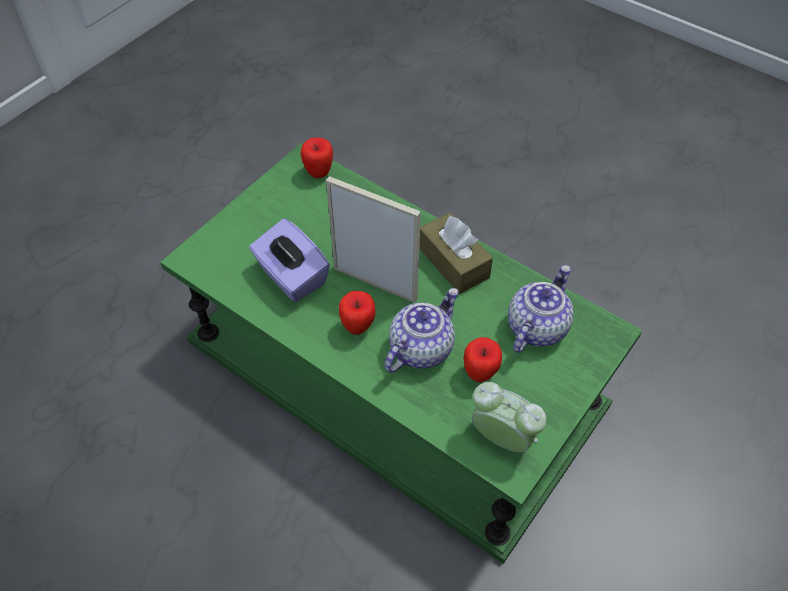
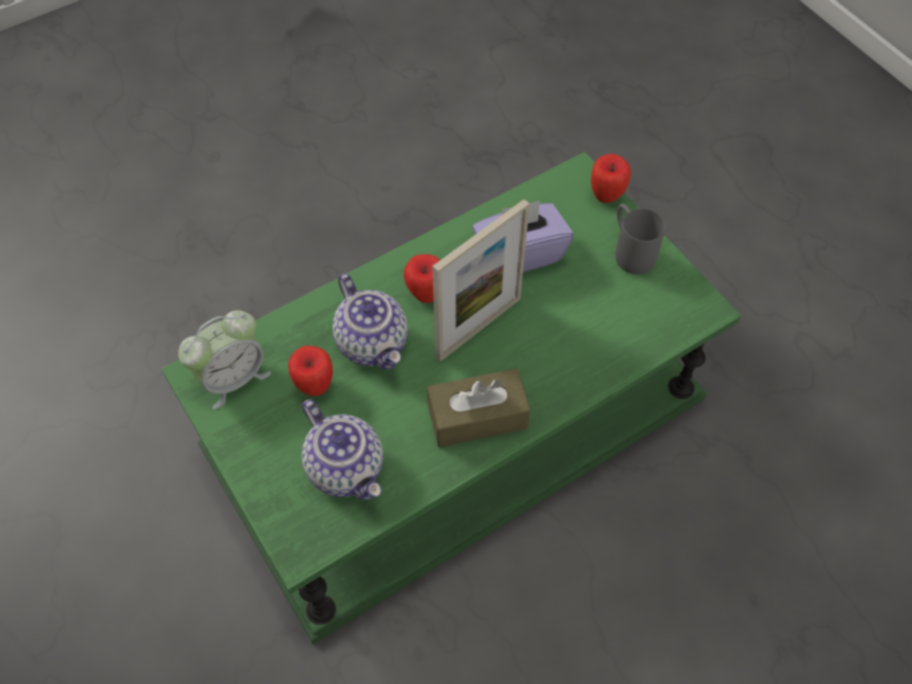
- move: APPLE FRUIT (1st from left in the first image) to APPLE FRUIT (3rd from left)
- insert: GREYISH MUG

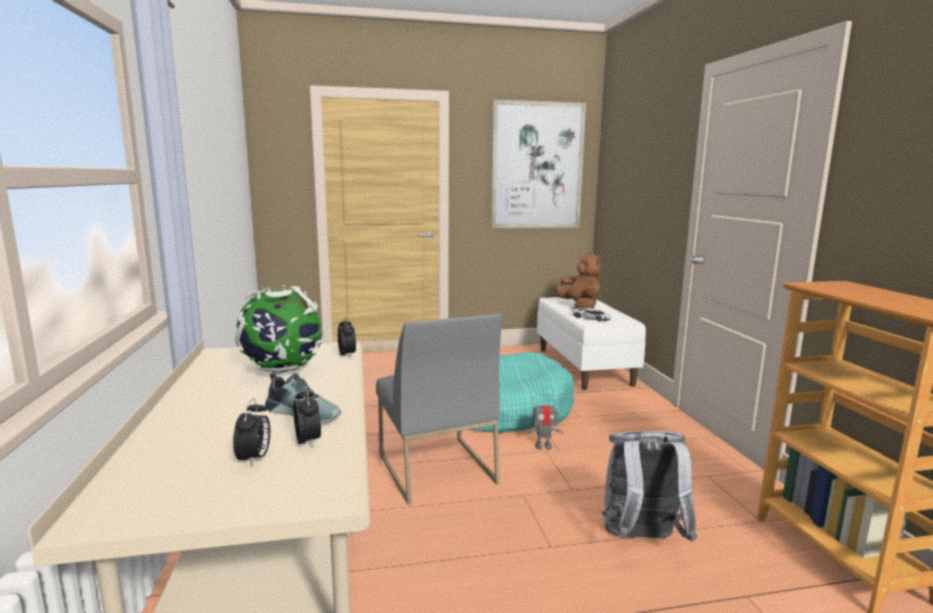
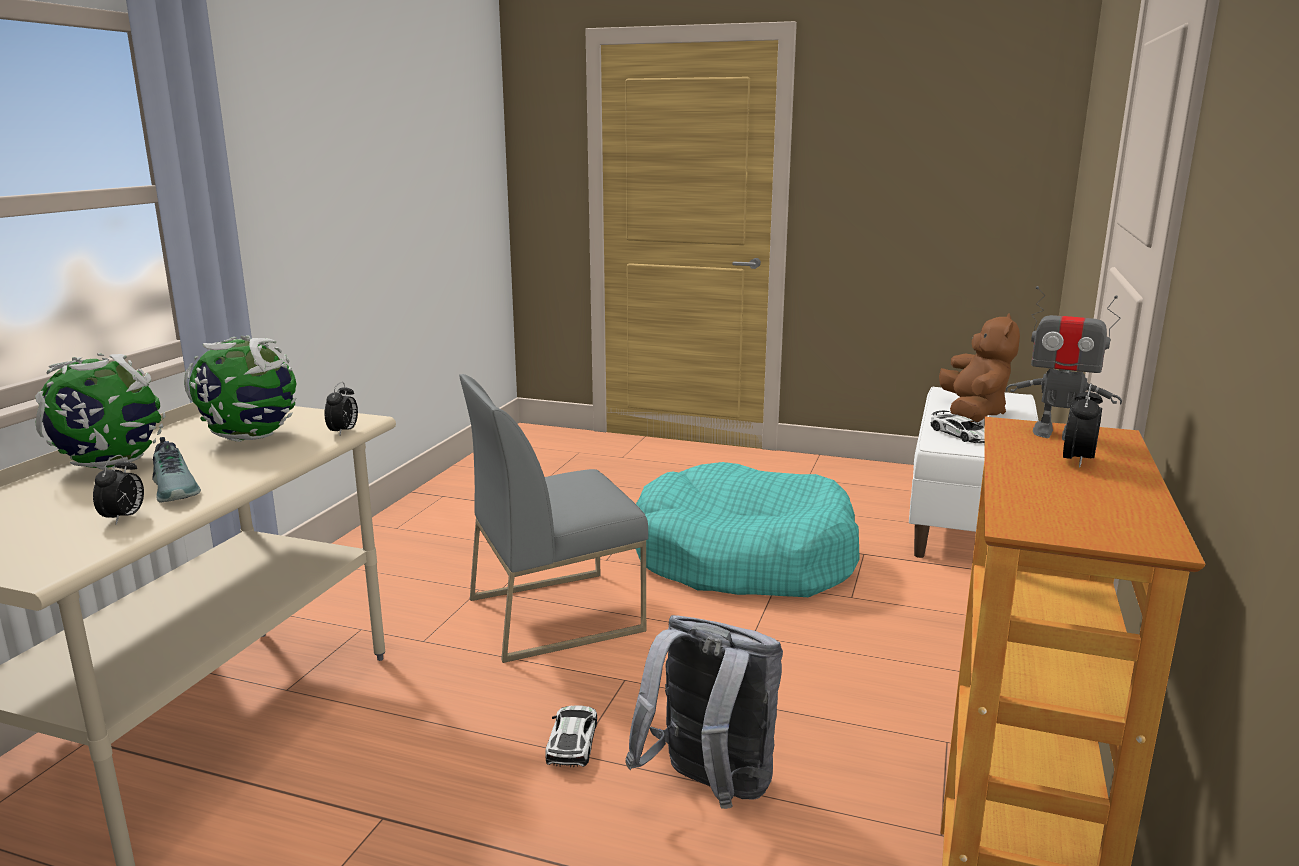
- move: ALARM CLOCK (1st from left in the first image) to ALARM CLOCK (3rd from left)
- rotate: GREYISH UPRIGHT CHAIR 60 degrees clockwise
- delete: PICTURE
- move: TOY ROBOT
- insert: DESK GLOBE (1st from left)
- insert: MODEL CAR (1st from left)

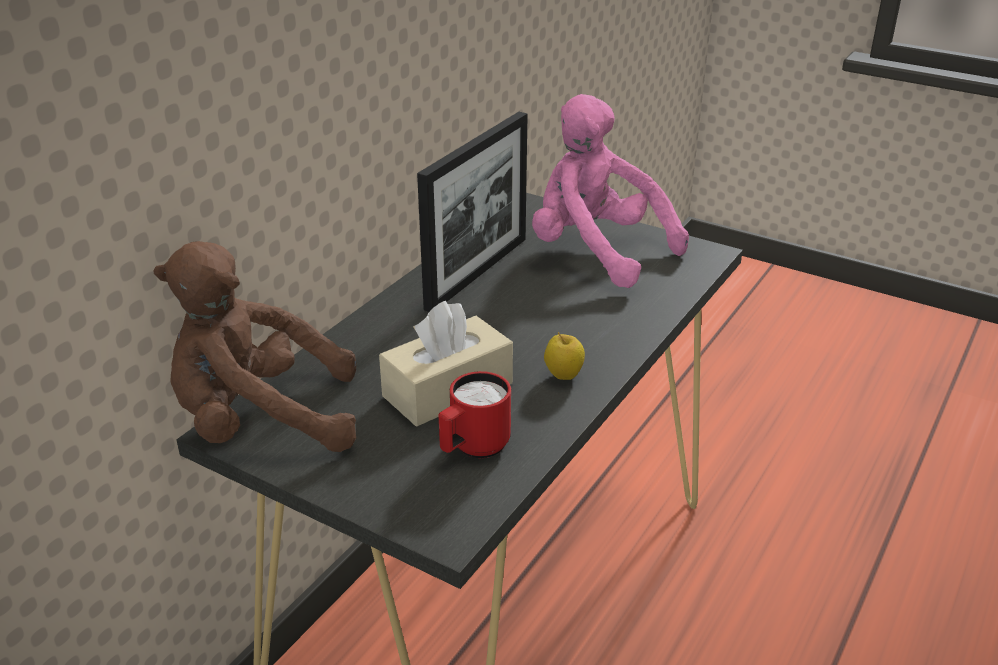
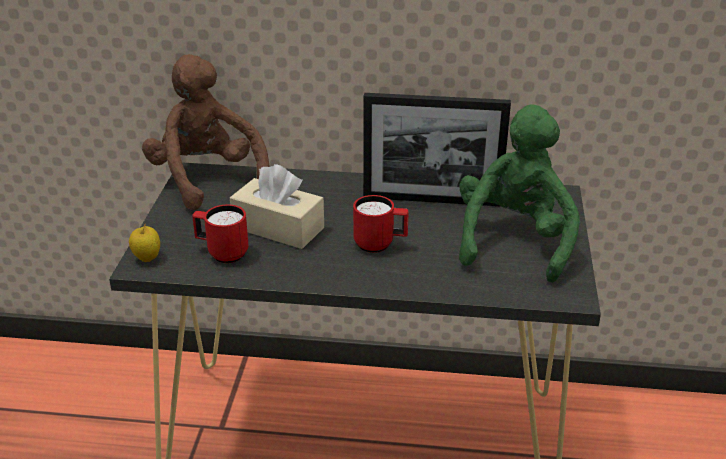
- recolor: PINK CUDDLY TOY to GREENISH CUDDLY TOY
- move: APPLE FRUIT
- insert: RED-COLOURED MUG (2nd from left)

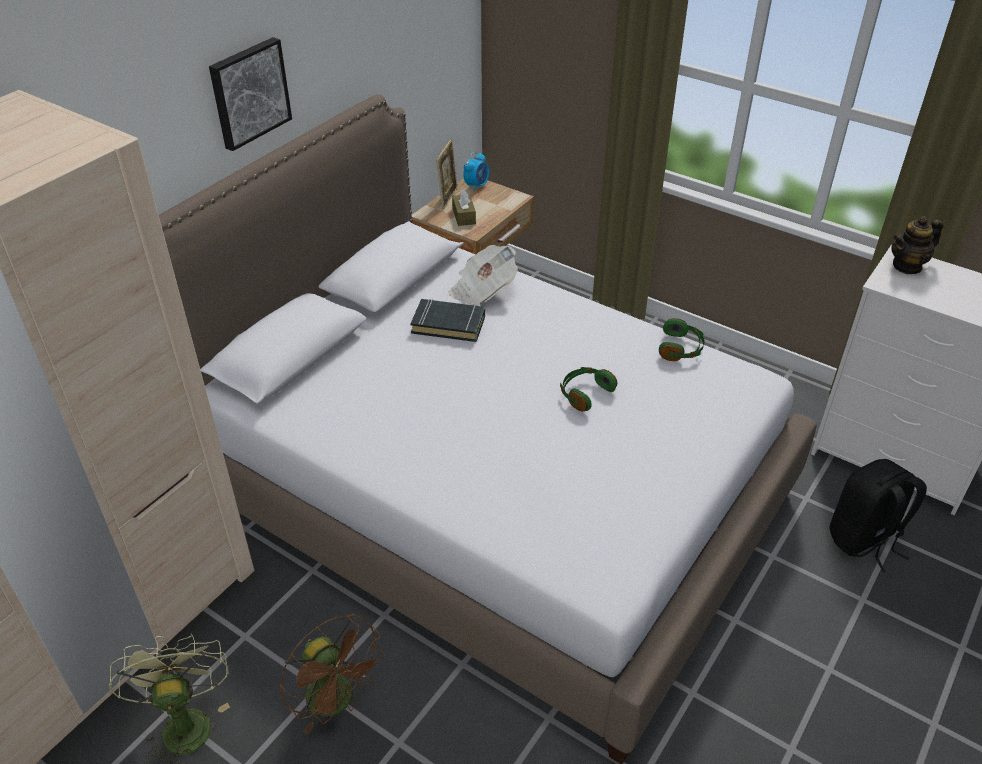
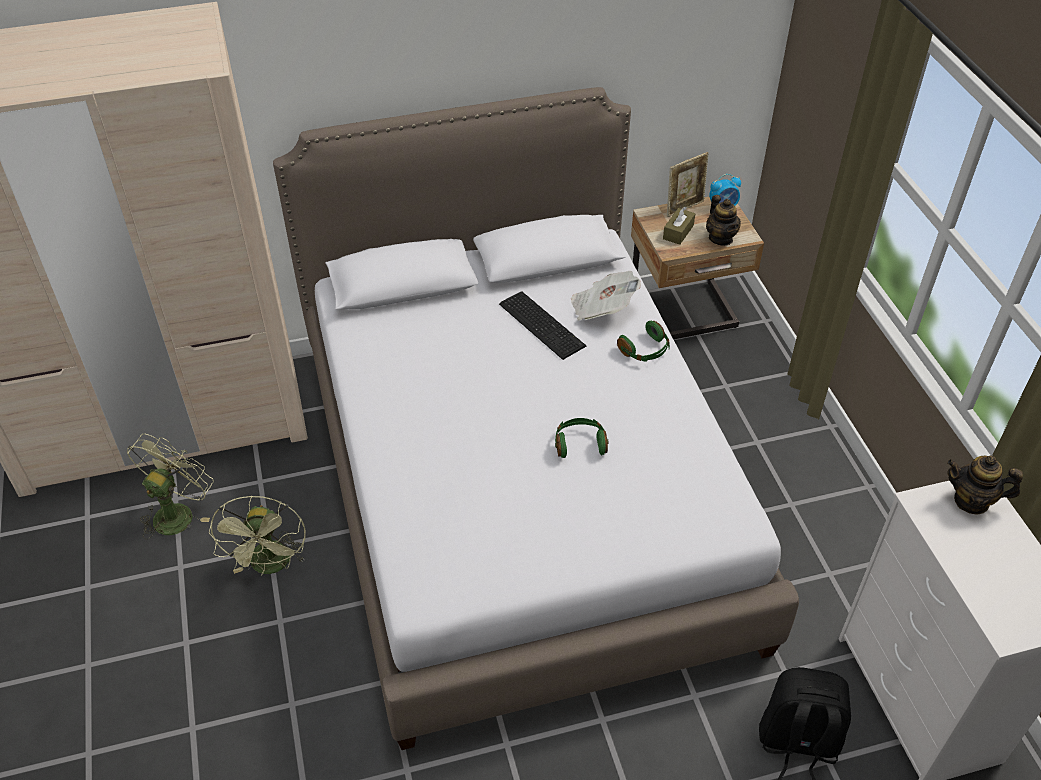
- delete: PICTURE
- recolor: BROWNISH COOLING FAN to GREENISH COOLING FAN (2nd from left)
- replace: BLACKISH VOLUME to COMPUTER KEYBOARD
- move: GREENISH HEADSET (2nd from left)
- insert: TEA POT (1st from left)

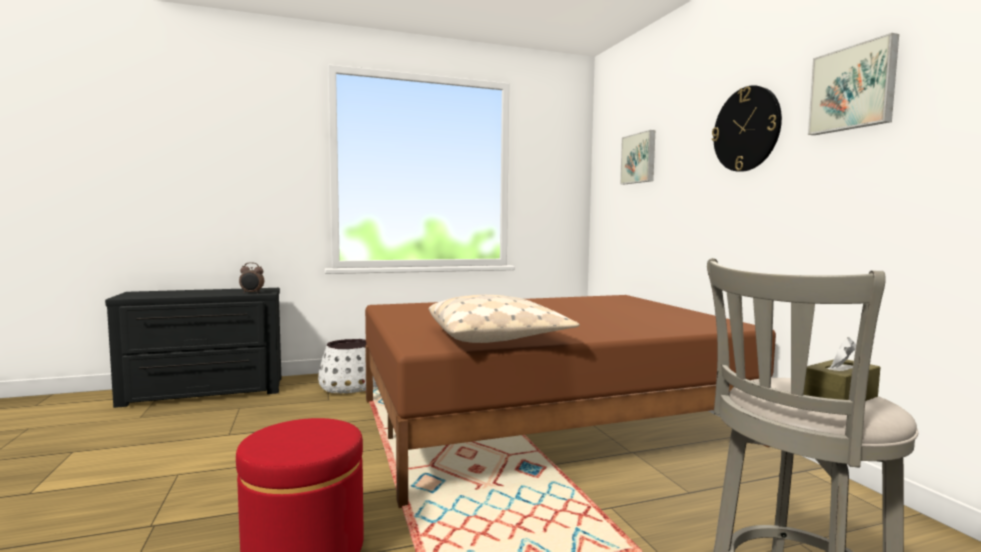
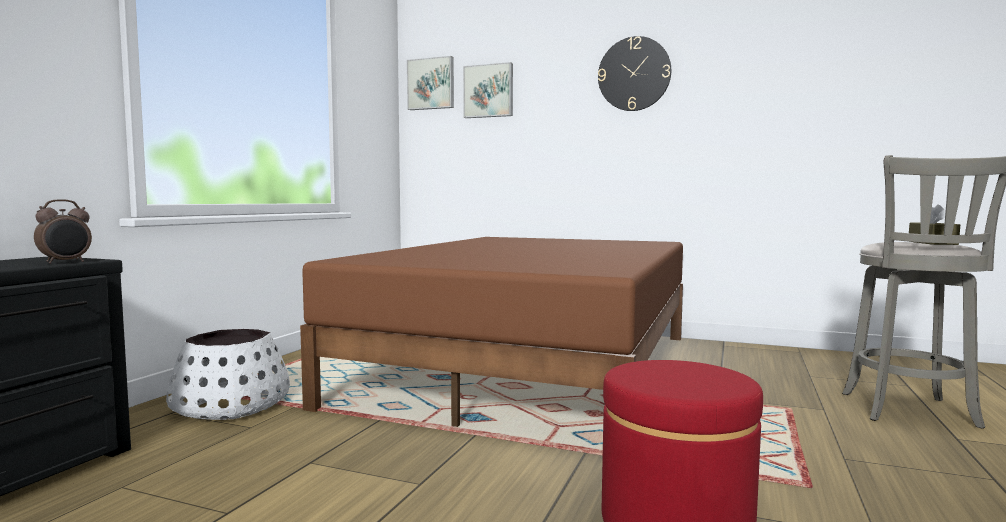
- delete: BEIGE CUSHION
- move: PICTURE (2nd from left in the first image) to PICTURE (1st from left)

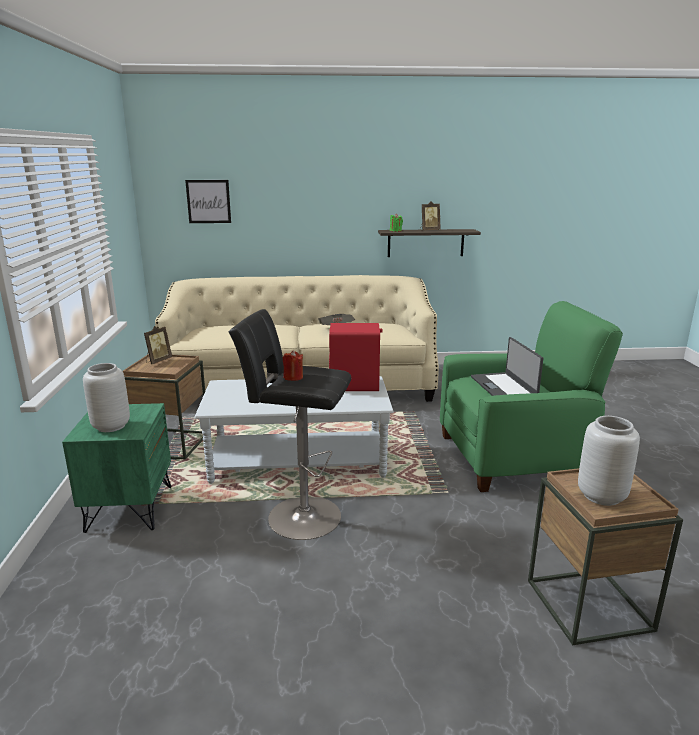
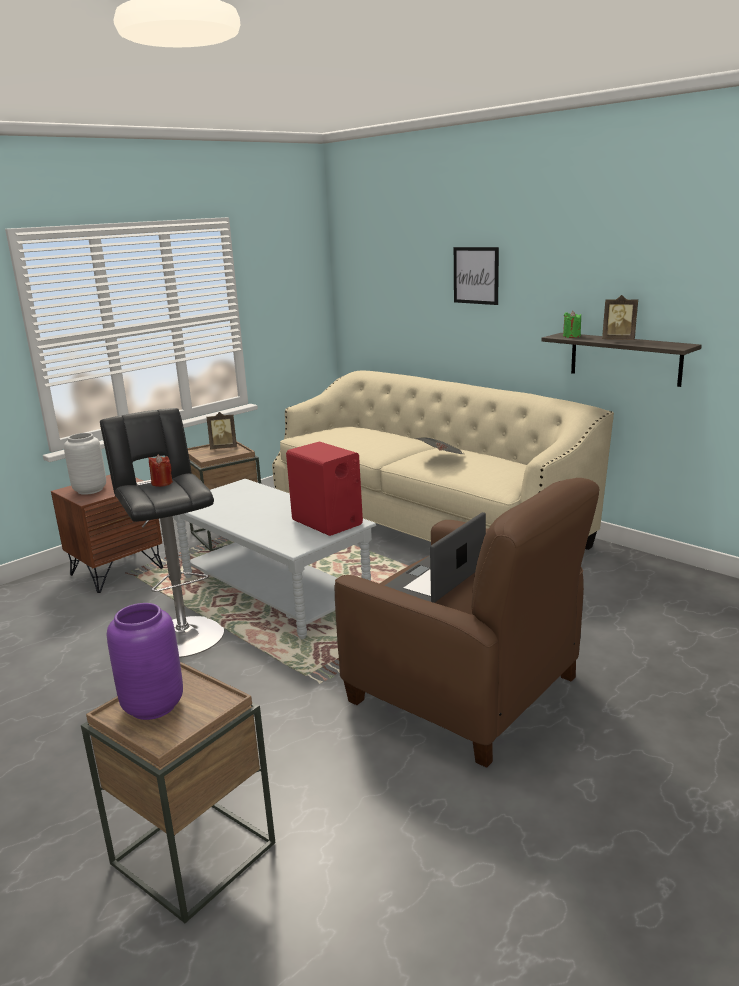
- recolor: GREENISH NIGHT TABLE to BROWNISH NIGHT TABLE
- move: PICTURE
- recolor: GREENISH ARMCHAIR to BROWNISH ARMCHAIR
- recolor: GREYISH VASE (2nd from left) to PURPLISH VASE

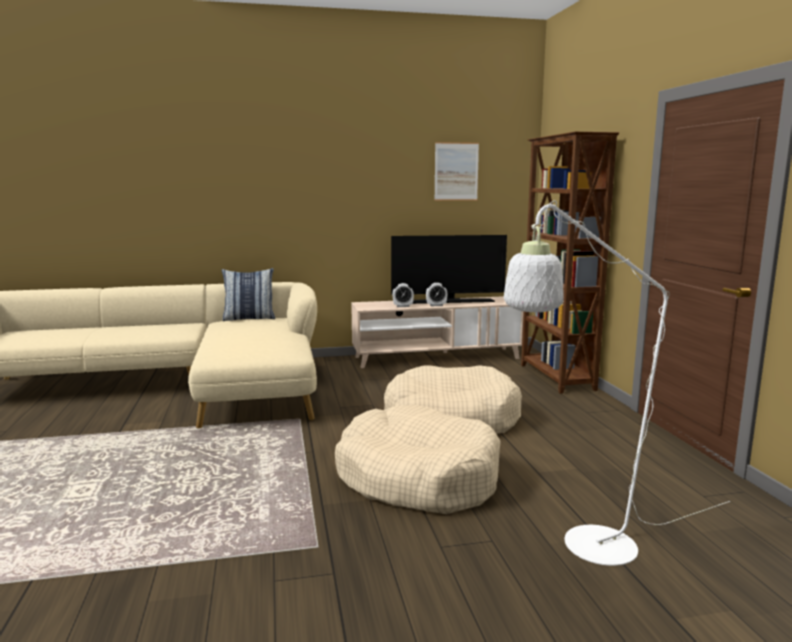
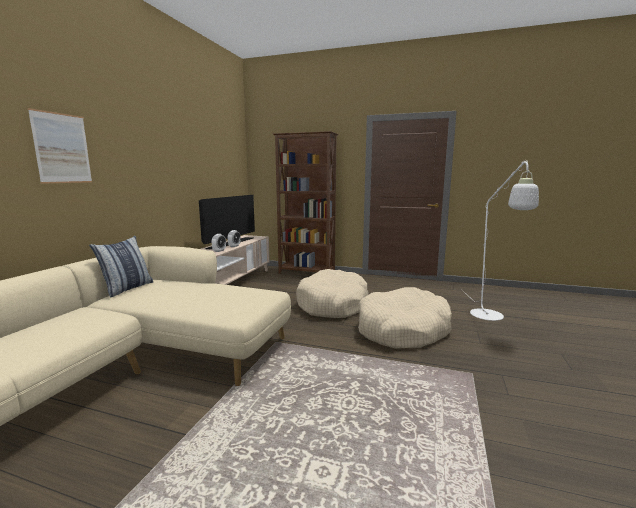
- move: PICTURE

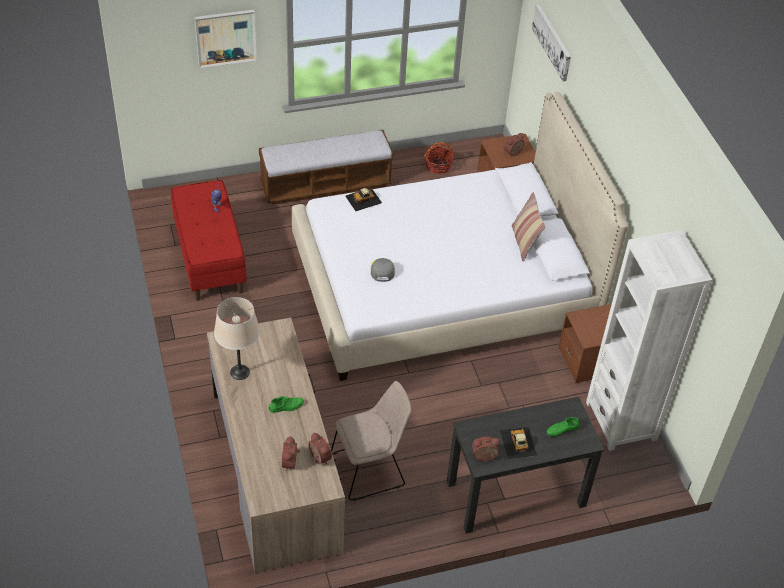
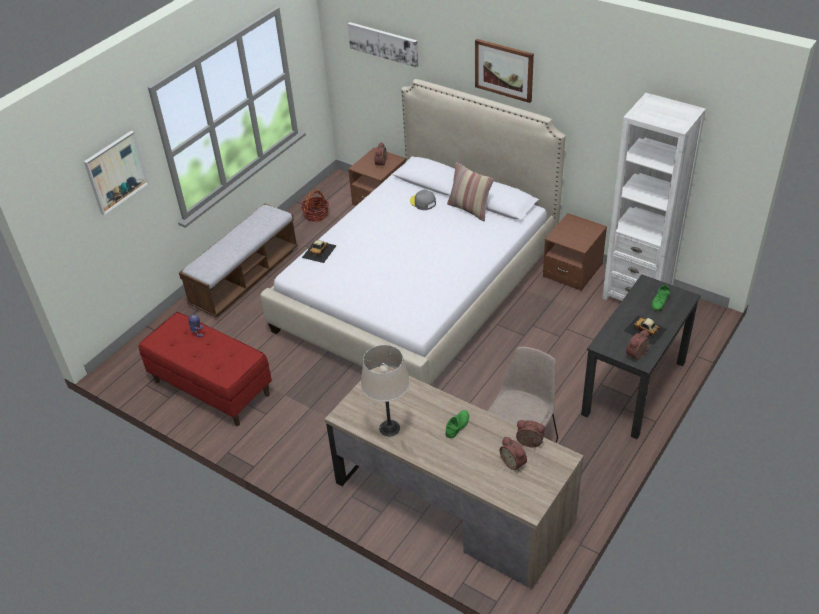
- move: GREYISH PEAKED CAP
- insert: PICTURE (3rd from left)

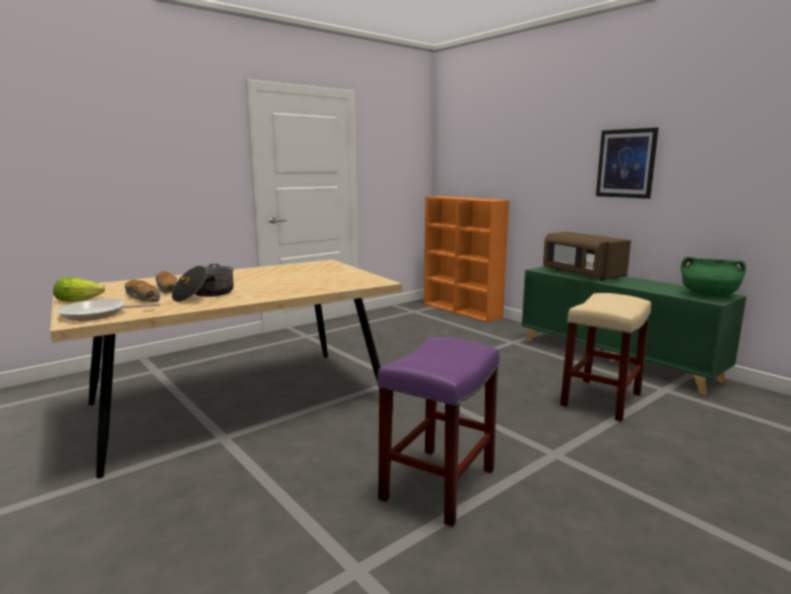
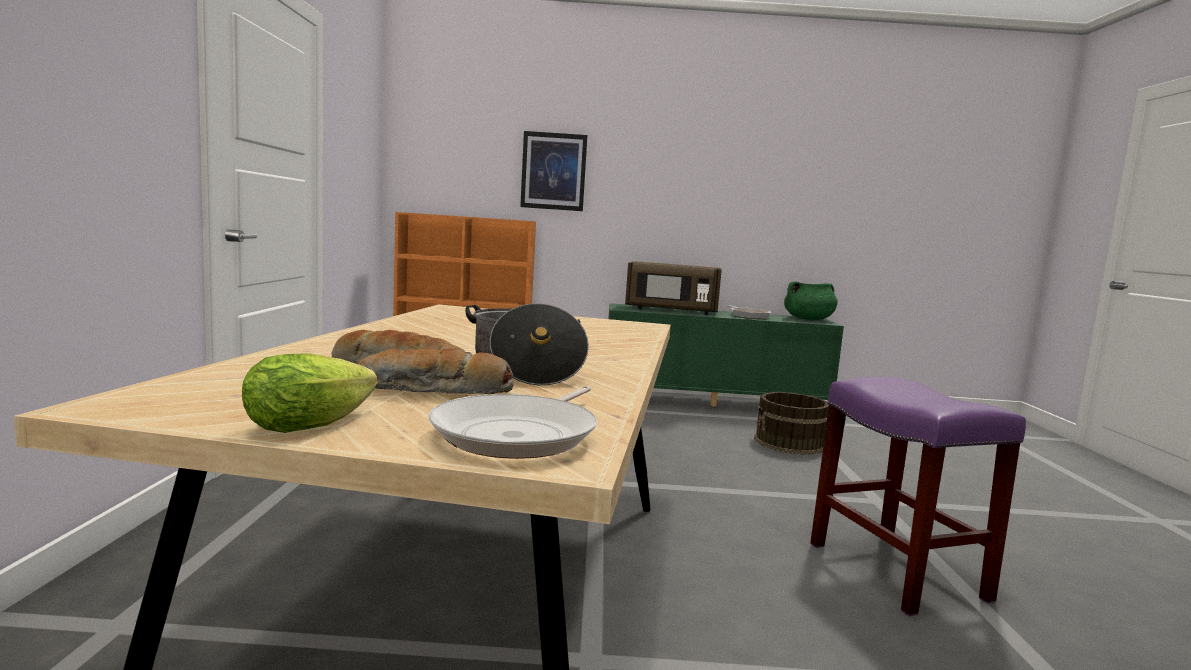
- replace: BEIGE SITTING STOOL to BROWNISH BUCKET
- move: PICTURE
- insert: SKILLET (2nd from left)

